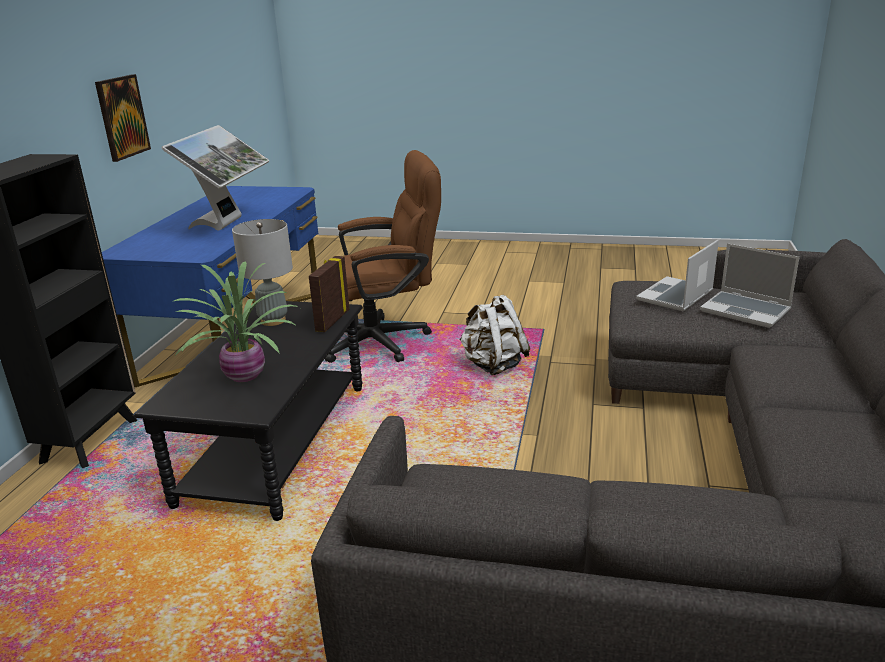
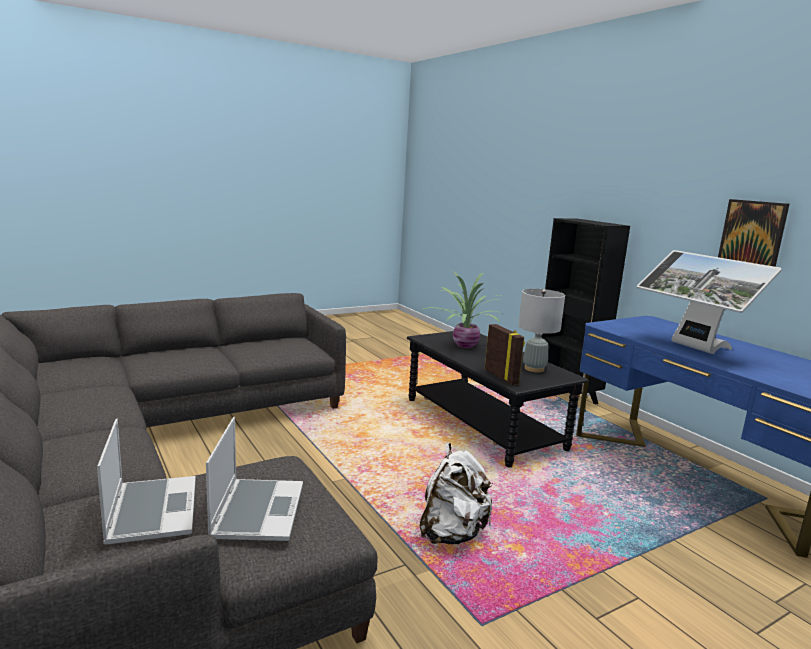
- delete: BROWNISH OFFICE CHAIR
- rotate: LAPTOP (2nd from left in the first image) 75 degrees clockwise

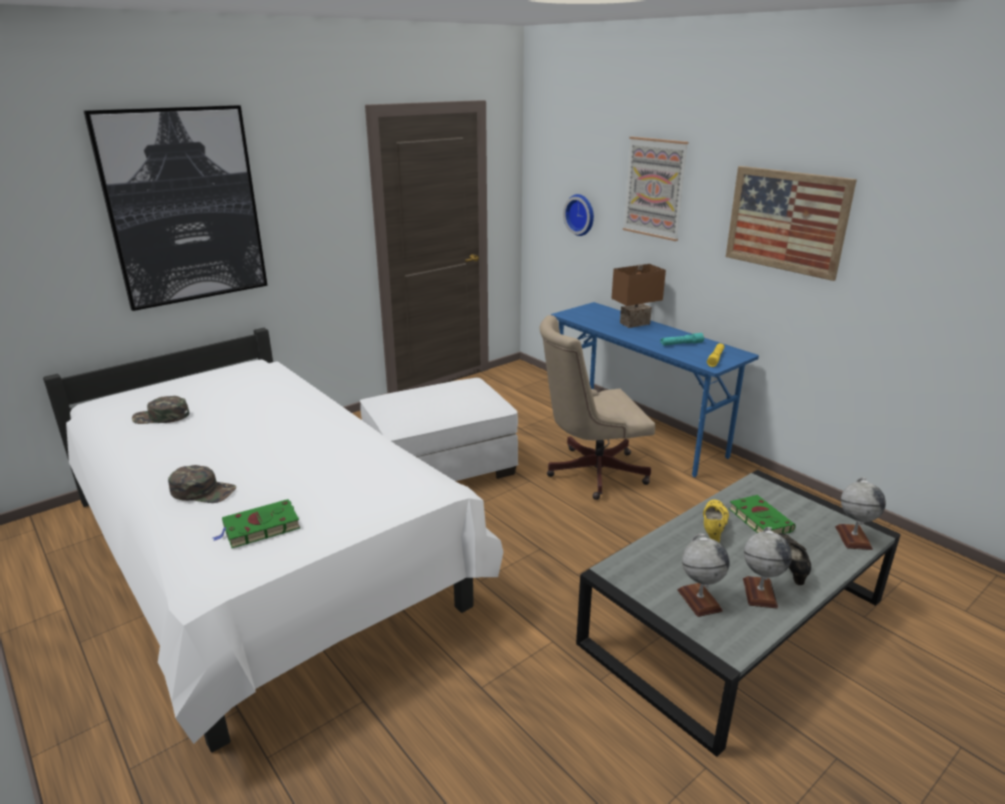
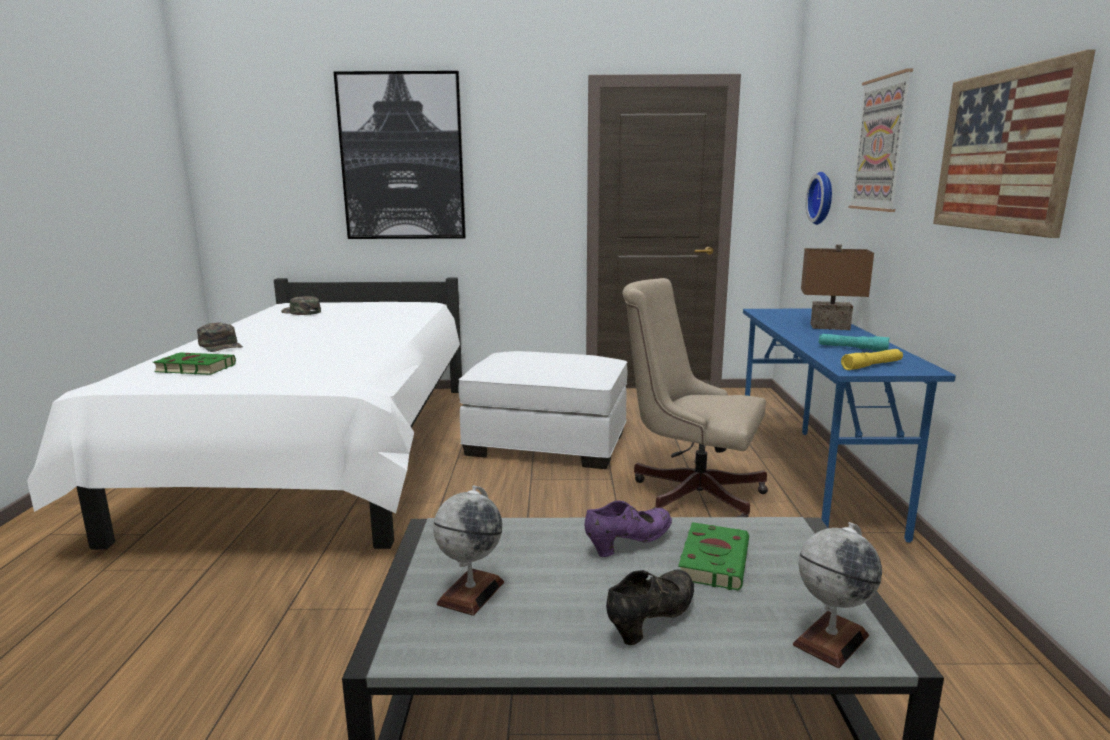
- recolor: YELLOW LOW SHOE to PURPLISH LOW SHOE
- delete: DESK GLOBE (2nd from left)

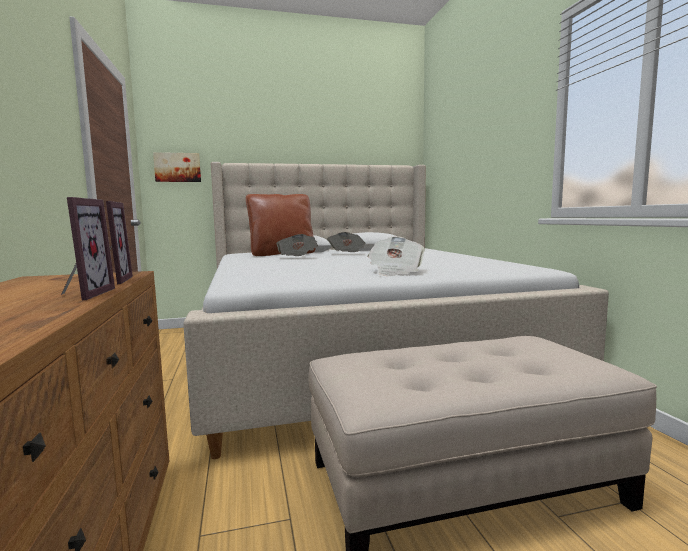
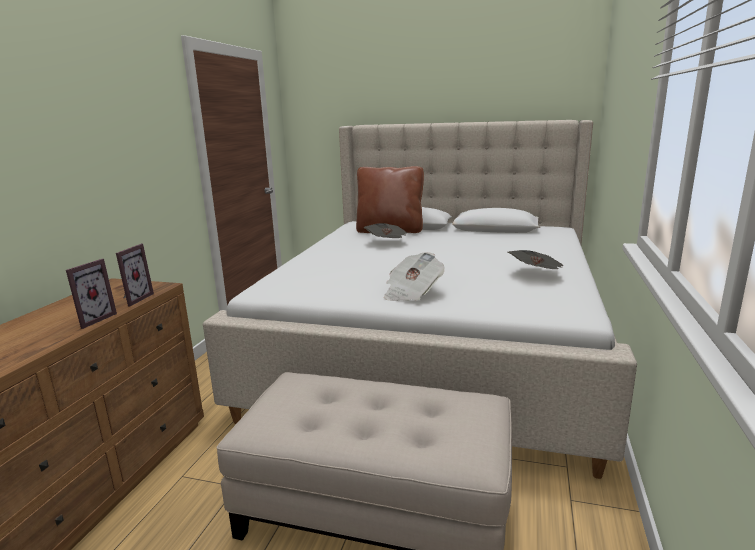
- delete: PICTURE
- move: PRINTED PAPER (2nd from left in the first image) to PRINTED PAPER (3rd from left)

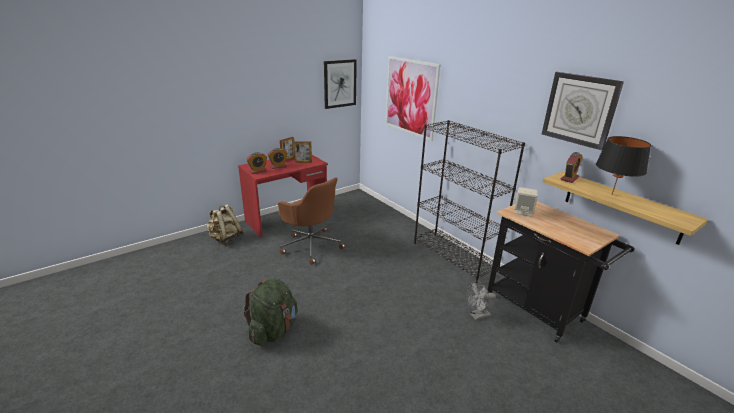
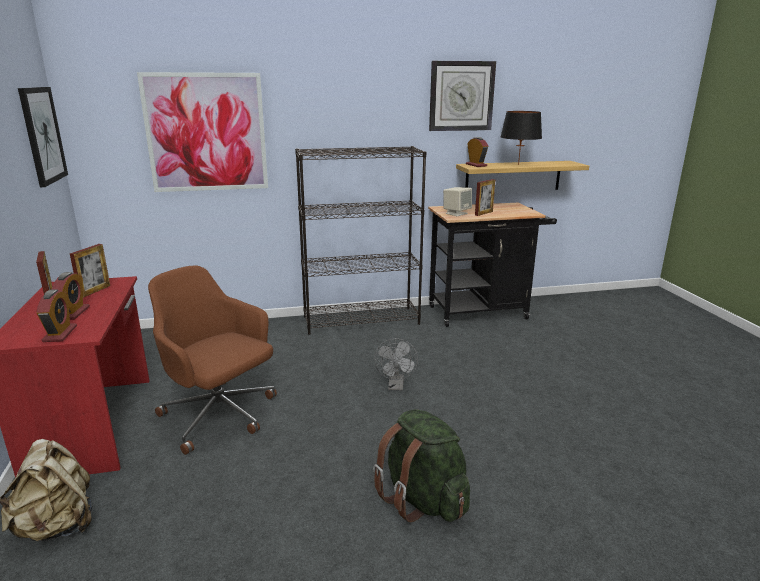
- rotate: BROWNISH OFFICE CHAIR 120 degrees counterclockwise
- move: GREYISH COOLING FAN
- insert: STANDING FRAME (3rd from left)

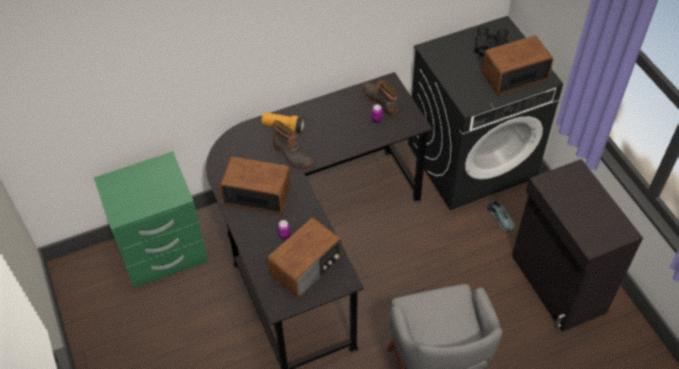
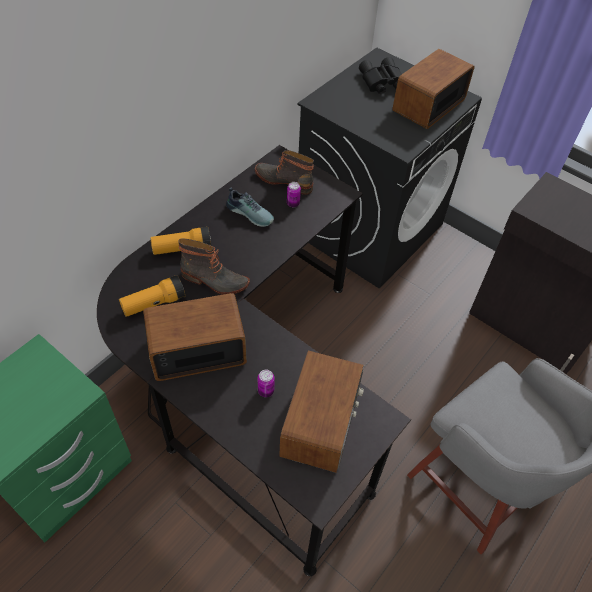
- move: LOW SHOE
- insert: HAND TORCH (1st from left)

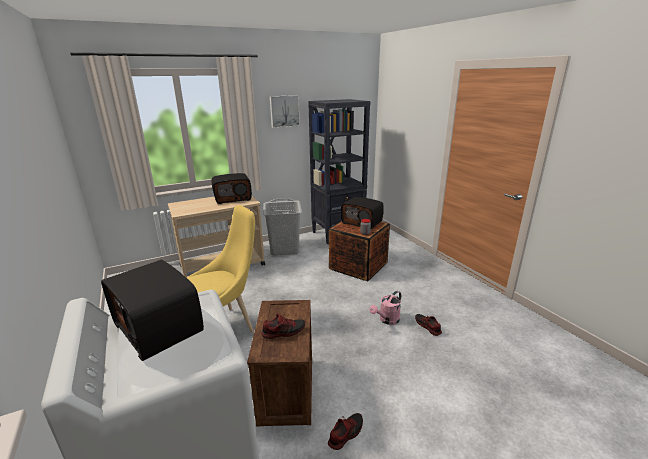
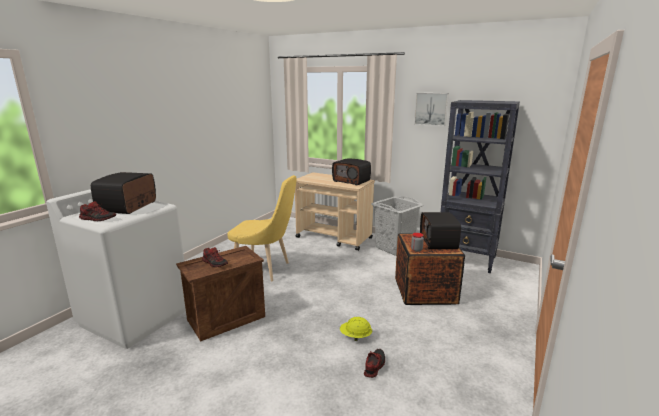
- move: LOW SHOE (2nd from left in the first image) to LOW SHOE (1st from left)
- replace: PINK SPRINKLING CAN to YELLOW HARD HAT

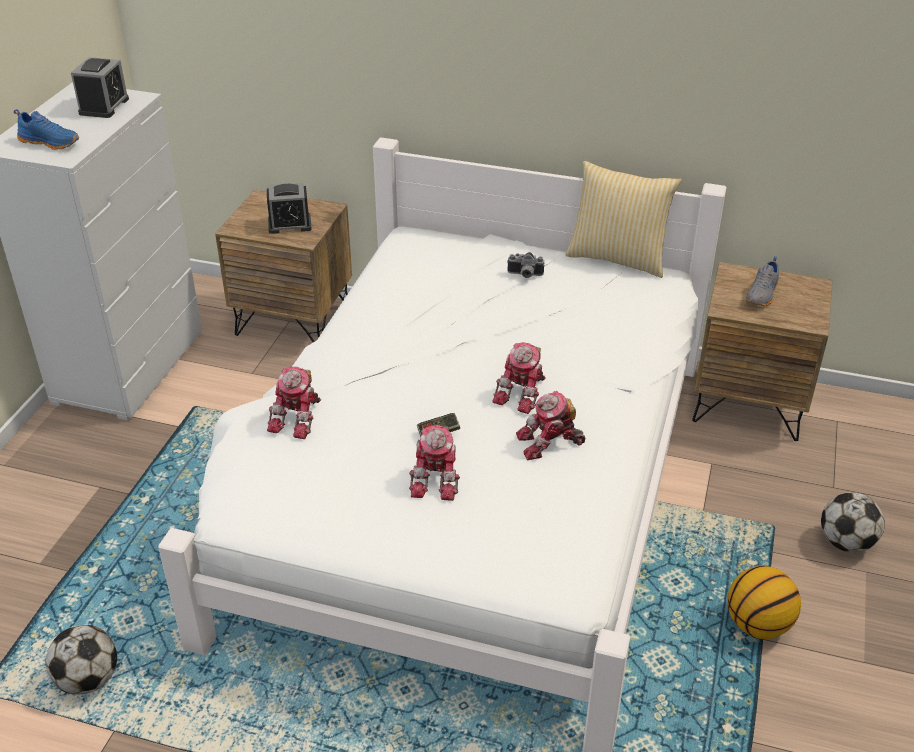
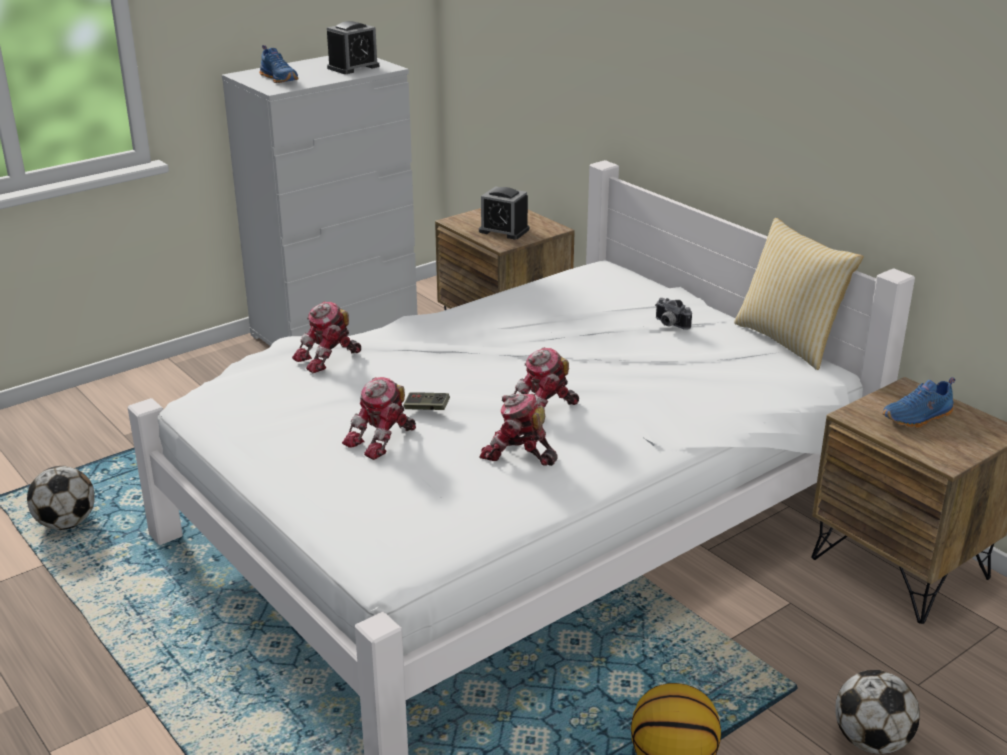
- recolor: GREYISH LOW SHOE to BLUISH LOW SHOE (2nd from left)

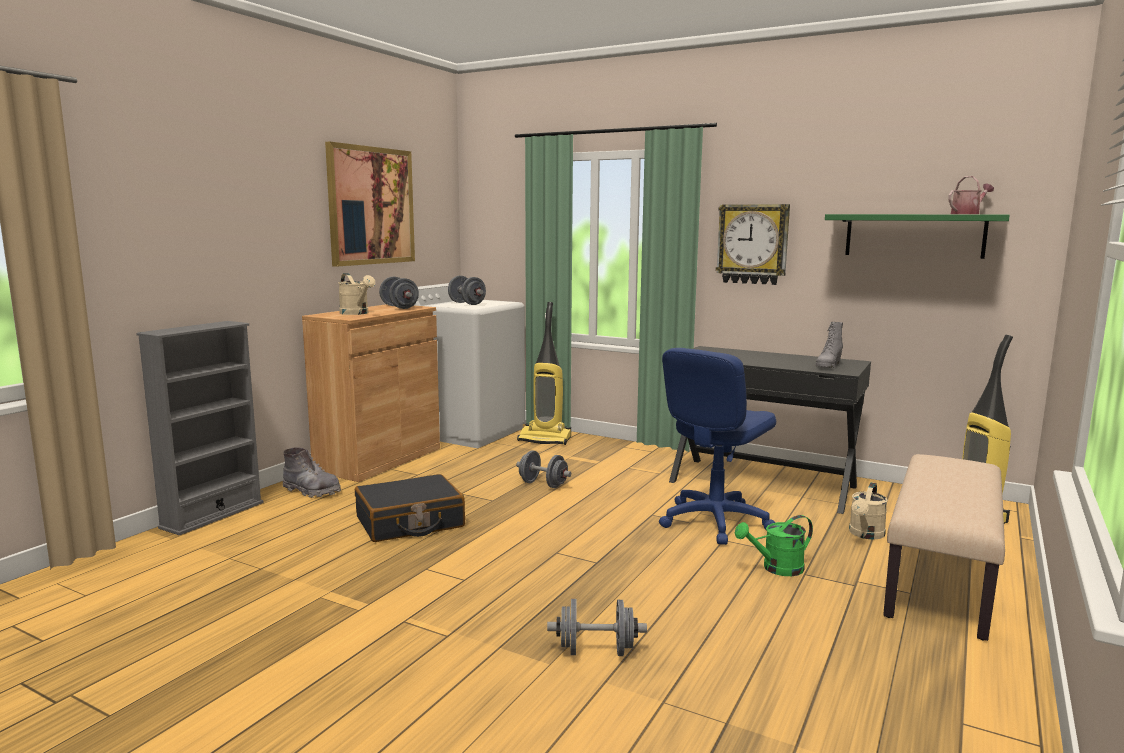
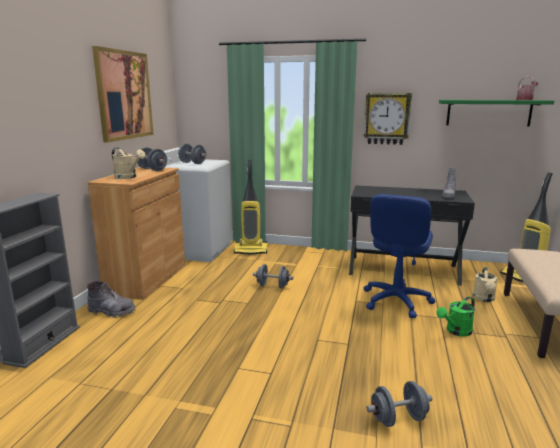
- delete: BLACKISH PIECE OF LUGGAGE

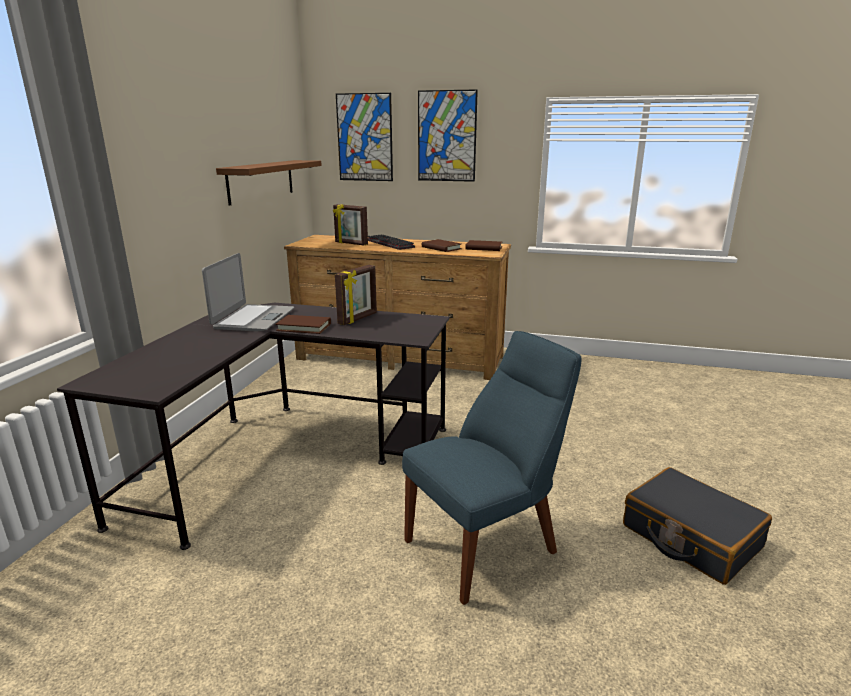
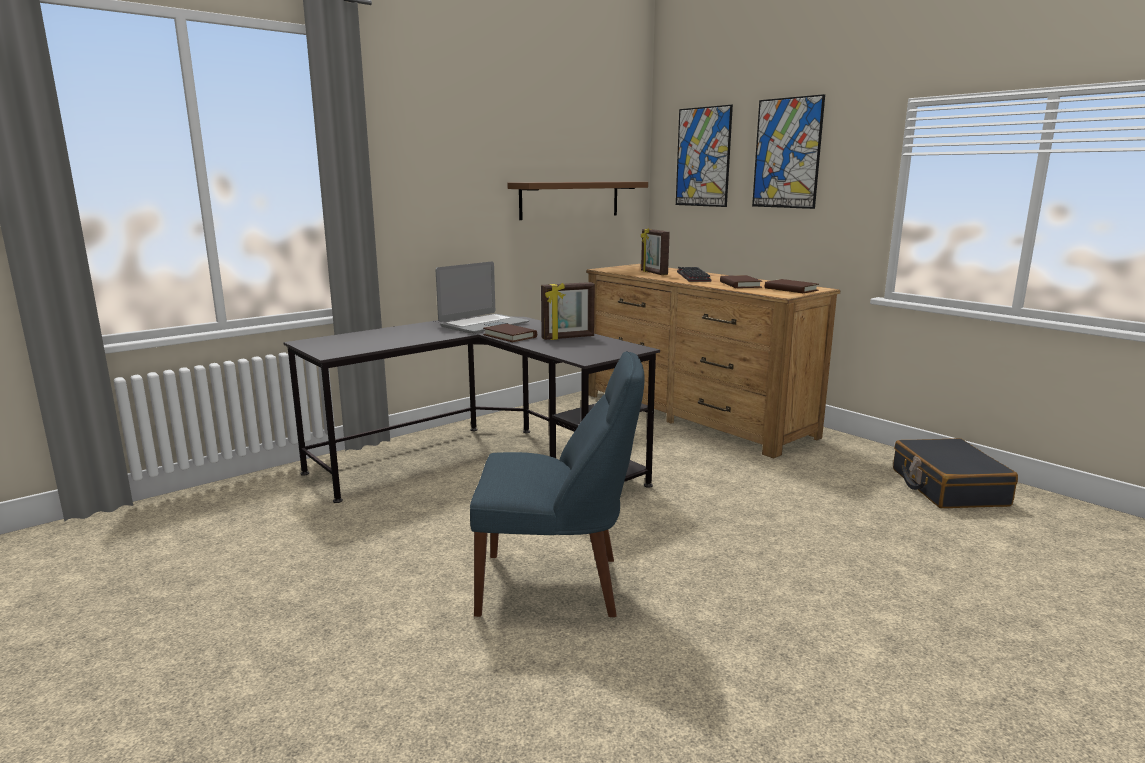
- move: BLACKISH PIECE OF LUGGAGE

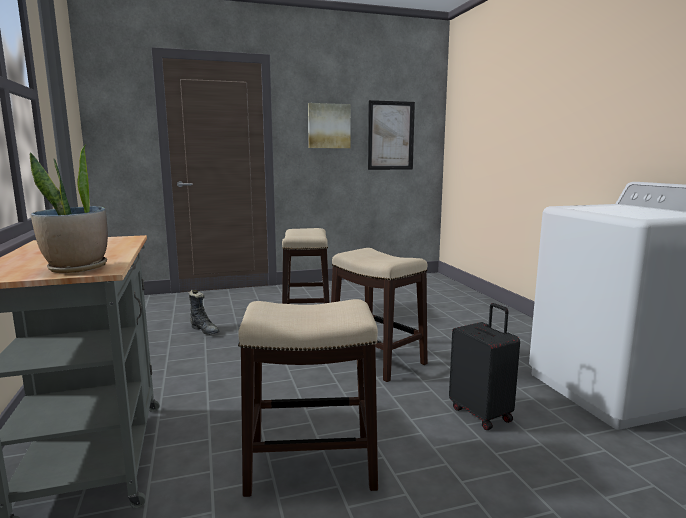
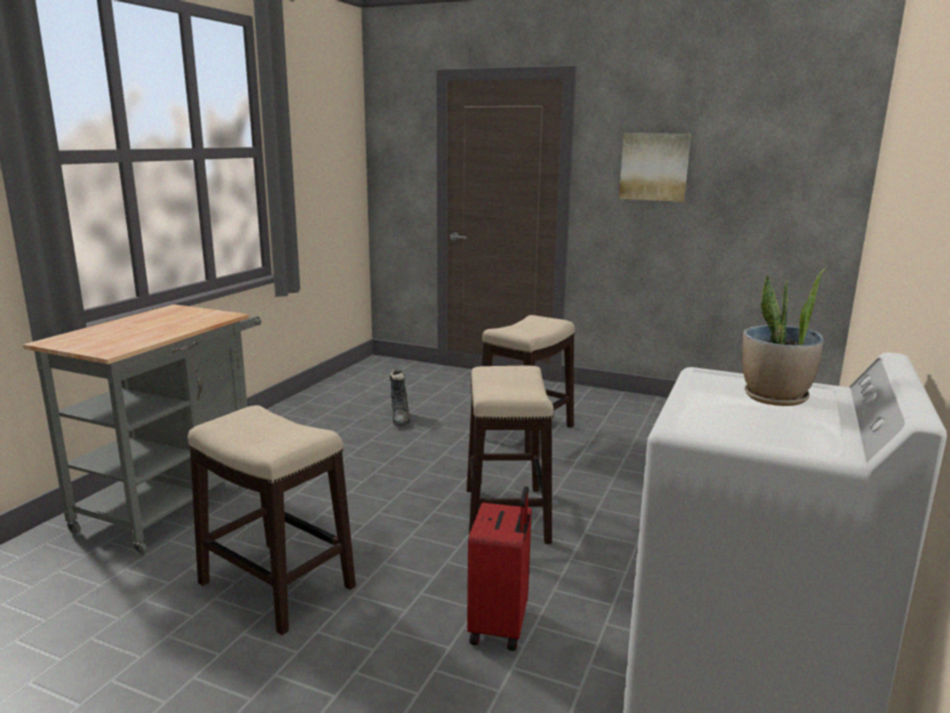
- move: PLANT IN A POT
- delete: PICTURE (2nd from left)
- recolor: BLACKISH PIECE OF LUGGAGE to RED-COLOURED PIECE OF LUGGAGE

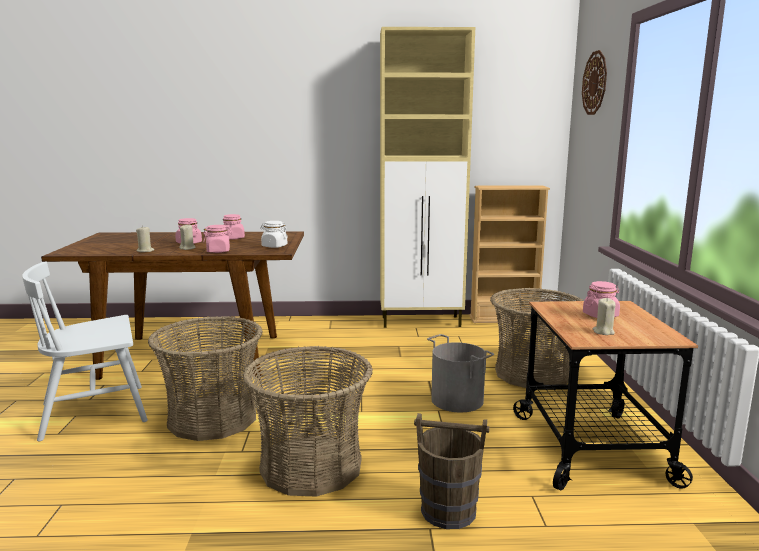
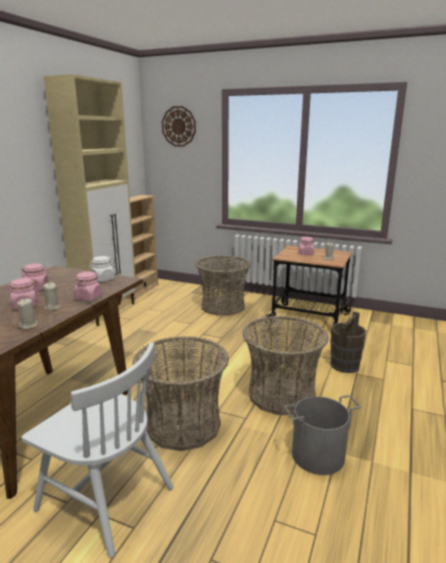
- rotate: WHITE-COLOURED UPRIGHT CHAIR 60 degrees counterclockwise
- move: GREYISH BUCKET

